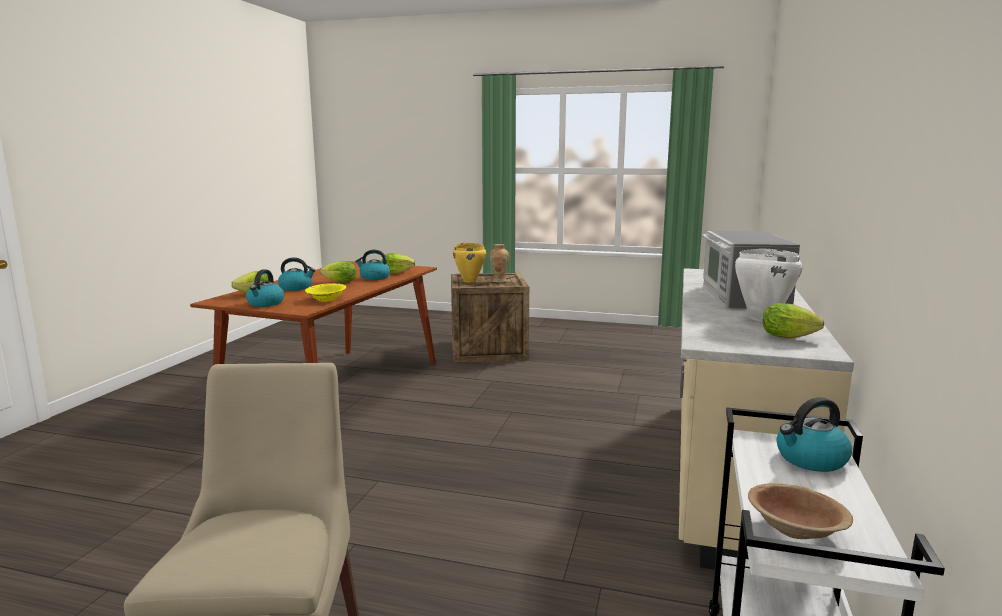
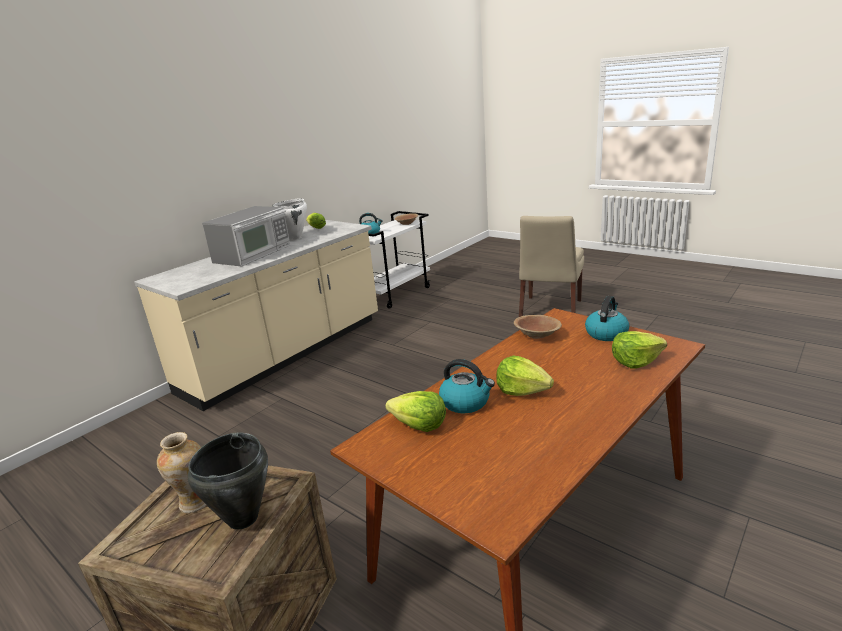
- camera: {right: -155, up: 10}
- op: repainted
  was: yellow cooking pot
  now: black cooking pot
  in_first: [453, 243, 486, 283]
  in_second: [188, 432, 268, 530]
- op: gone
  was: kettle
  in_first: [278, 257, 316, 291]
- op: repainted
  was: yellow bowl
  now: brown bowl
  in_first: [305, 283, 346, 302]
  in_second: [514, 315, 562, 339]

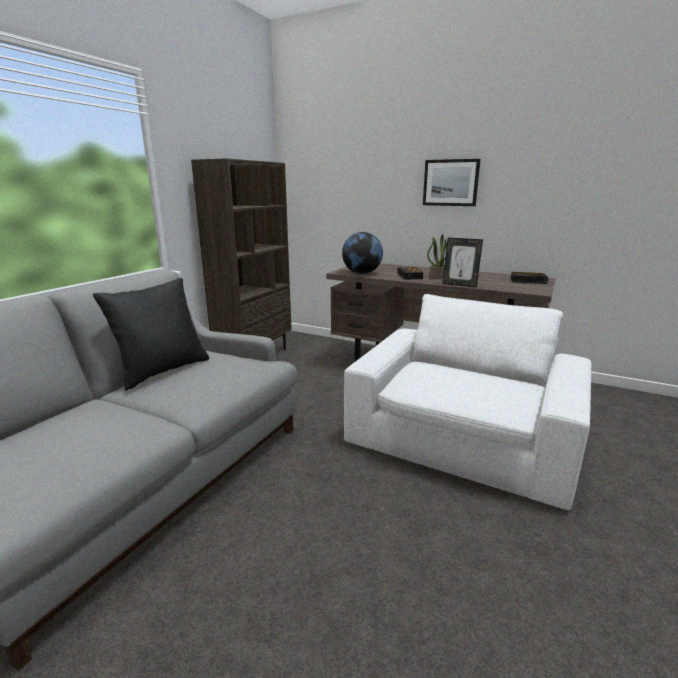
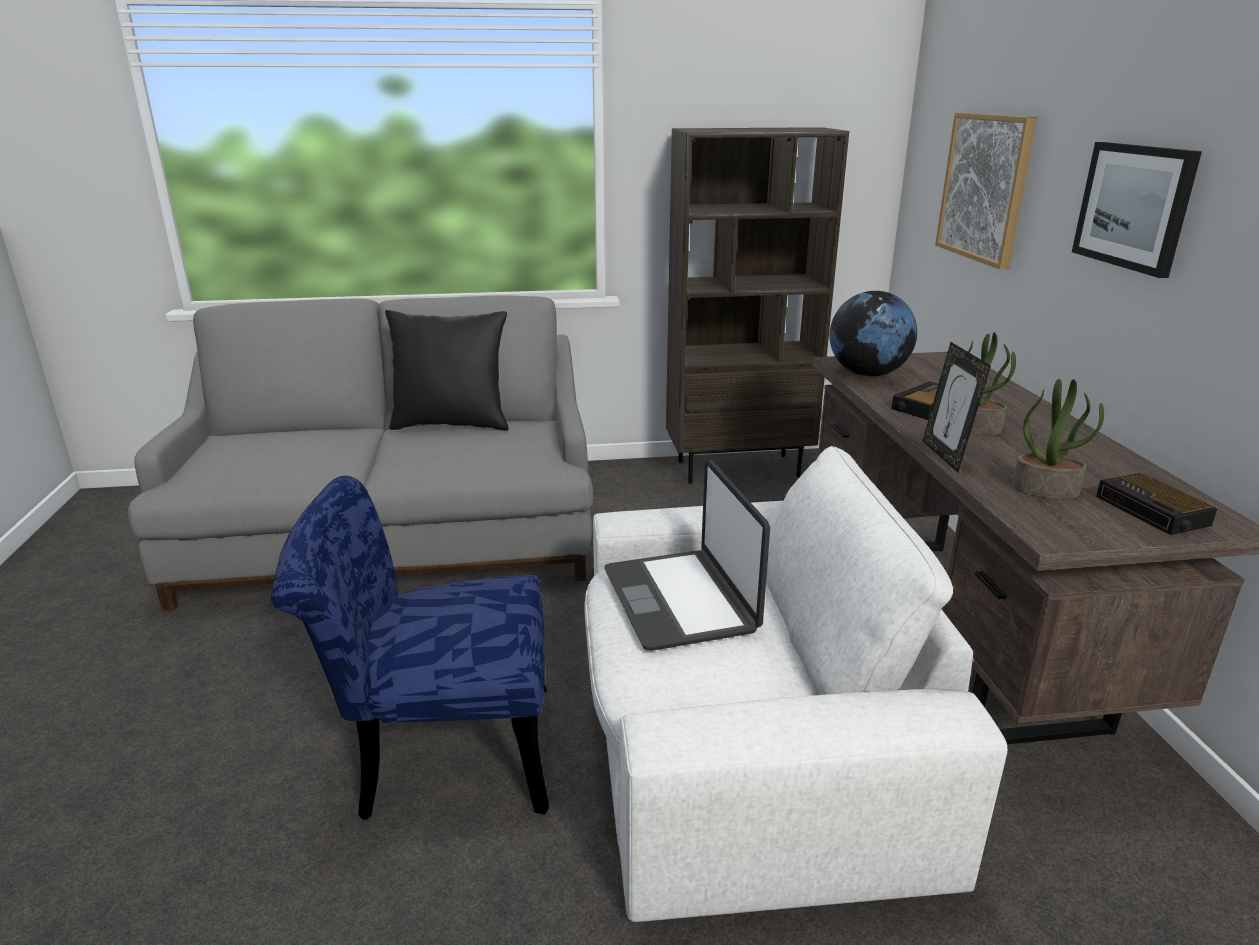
- camera: {right: 55, up: 5}
- op: new
  now: picture
  in_second: [935, 112, 1037, 270]
- op: new
  now: potted plant
  in_second: [1012, 379, 1104, 499]
- op: new
  now: laptop
  in_second: [604, 459, 770, 651]
- op: new
  now: blue chair
  in_second: [271, 475, 549, 820]

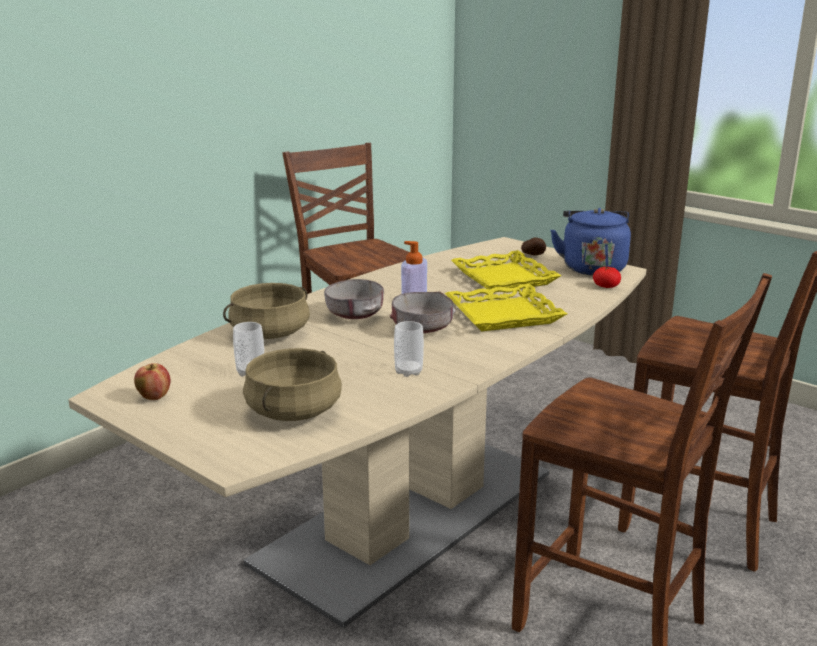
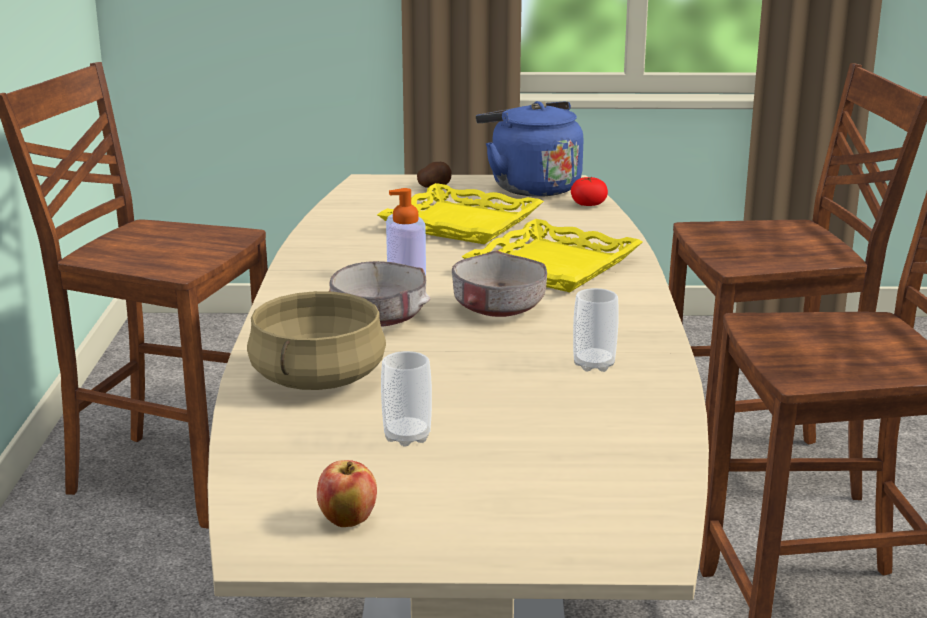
- camera: {right: -40, up: 0}
- op: gone
  was: beige cooking pot
  in_first: [243, 348, 342, 421]

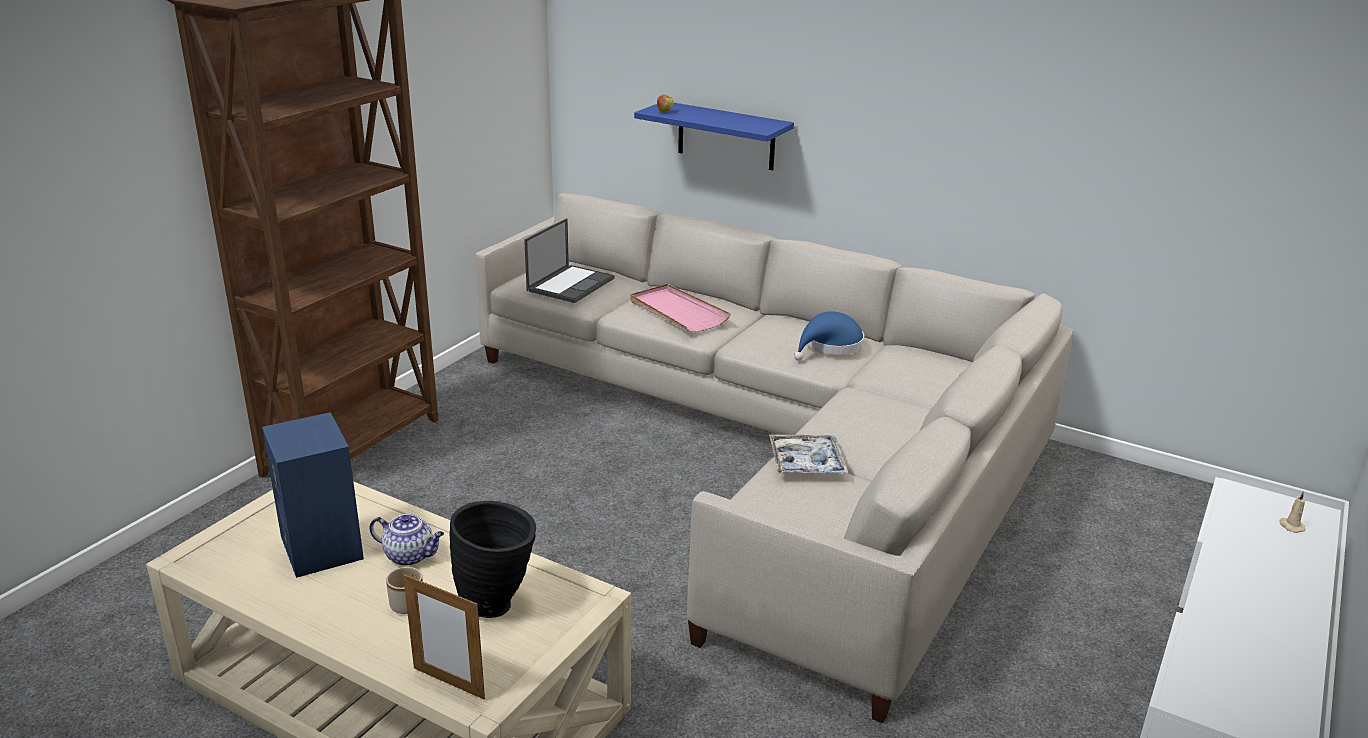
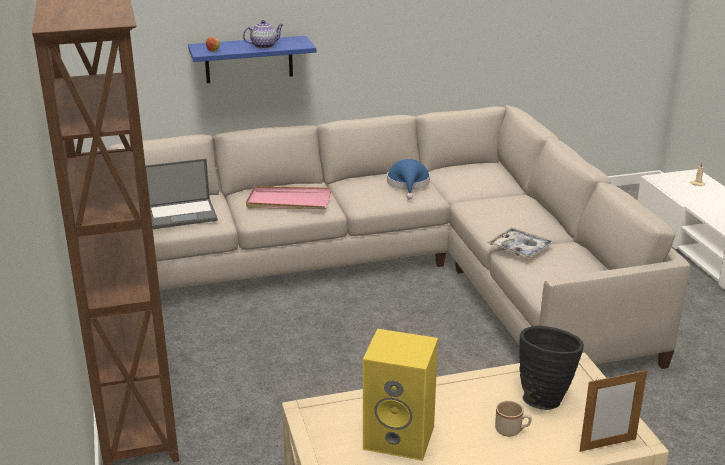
- camera: {right: -45, up: 0}
- op: rotated
  was: laptop
  in_first: [524, 218, 614, 303]
  in_second: [145, 159, 218, 229]
  clockwise: 90
- op: repainted
  was: blue speaker
  now: yellow speaker
  in_first: [262, 412, 364, 578]
  in_second: [363, 329, 438, 461]
- op: shifted
  was: teapot
  in_first: [370, 514, 444, 566]
  in_second: [243, 20, 284, 49]

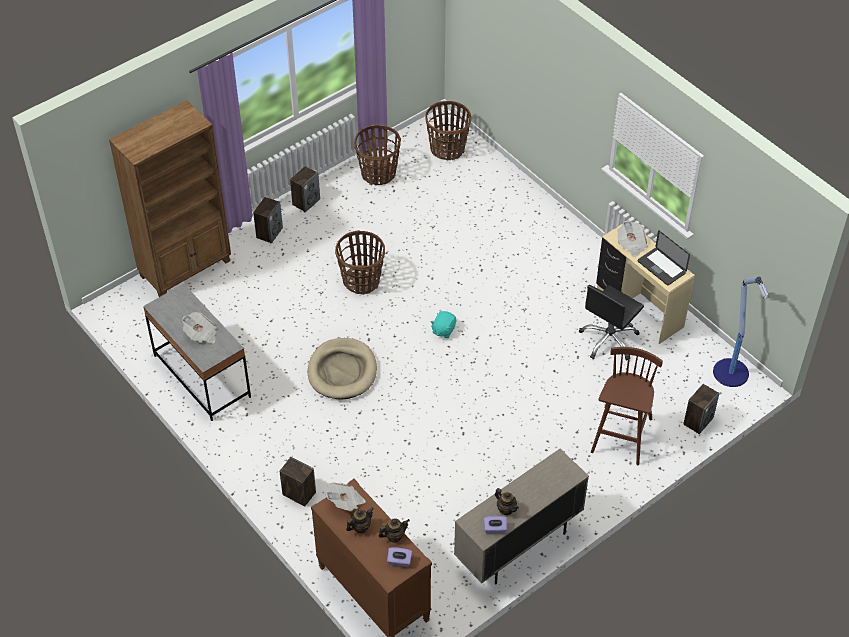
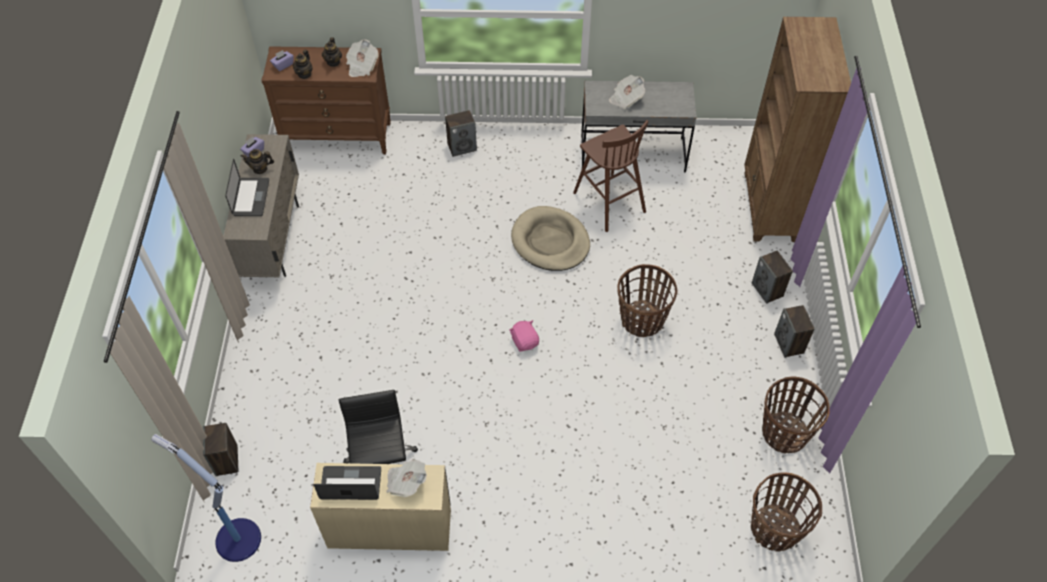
- camera: {right: 130, up: 5}
- op: repainted
  was: turquoise plush toy
  now: pink plush toy
  in_first: [430, 311, 456, 338]
  in_second: [509, 320, 539, 352]
- op: shifted
  was: brown stool
  in_first: [591, 347, 663, 465]
  in_second: [573, 120, 648, 232]
- op: new
  now: laptop
  in_second: [225, 159, 269, 216]

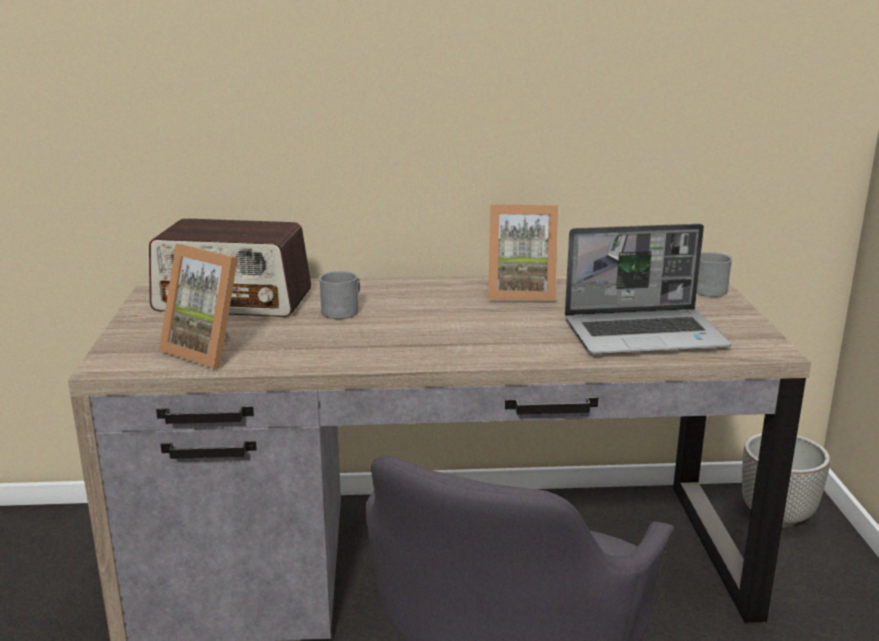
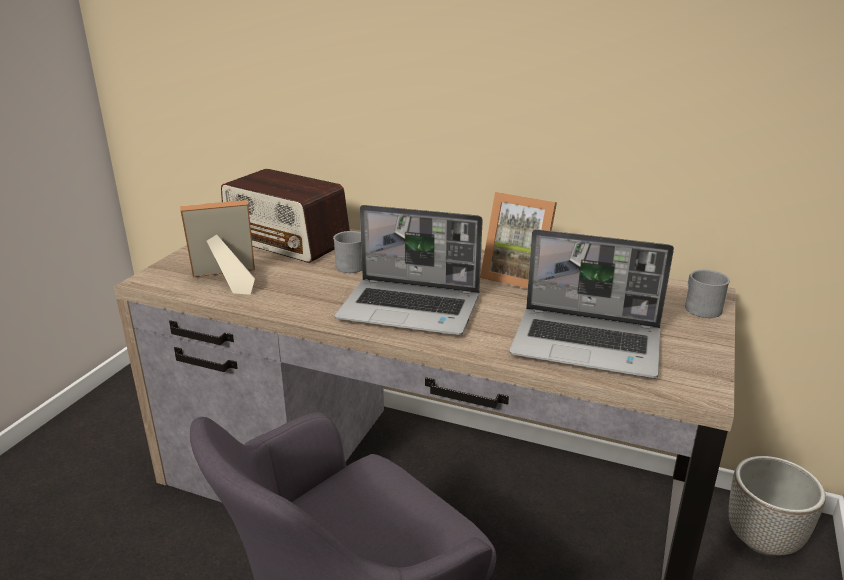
- camera: {right: 25, up: 5}
- op: rotated
  was: picture frame
  in_first: [159, 244, 238, 369]
  in_second: [180, 200, 255, 295]
  clockwise: 105
- op: new
  now: laptop
  in_second: [335, 205, 483, 335]

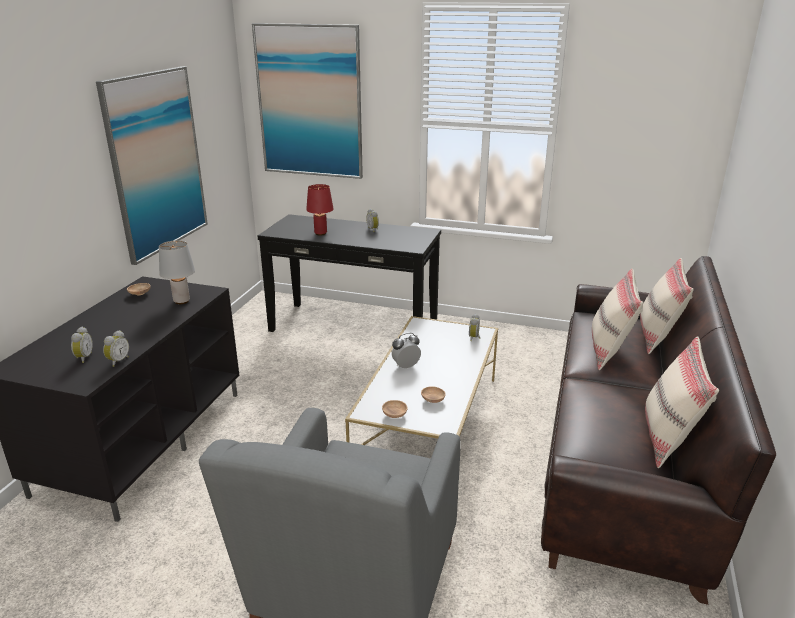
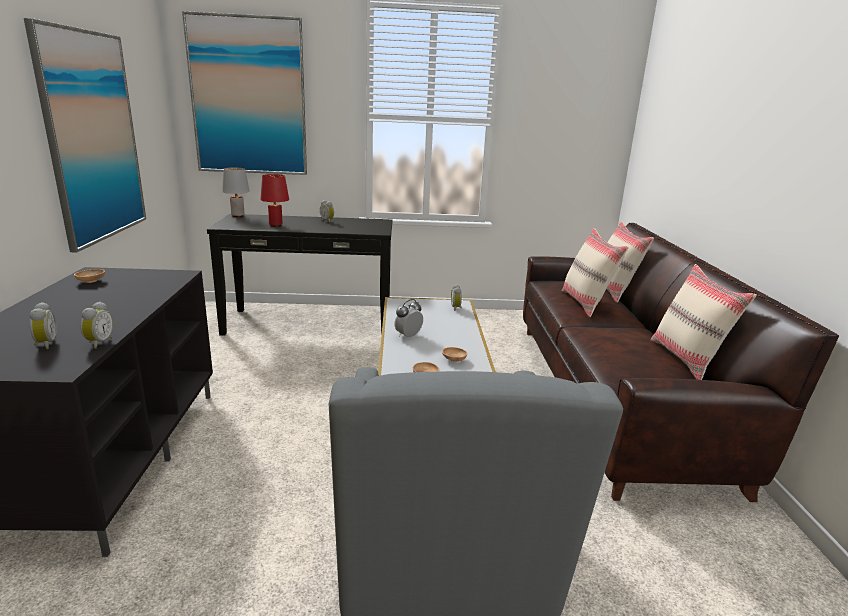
- camera: {right: -20, up: -5}
- op: shifted
  was: grey table lamp
  in_first: [159, 240, 195, 304]
  in_second: [222, 168, 250, 217]

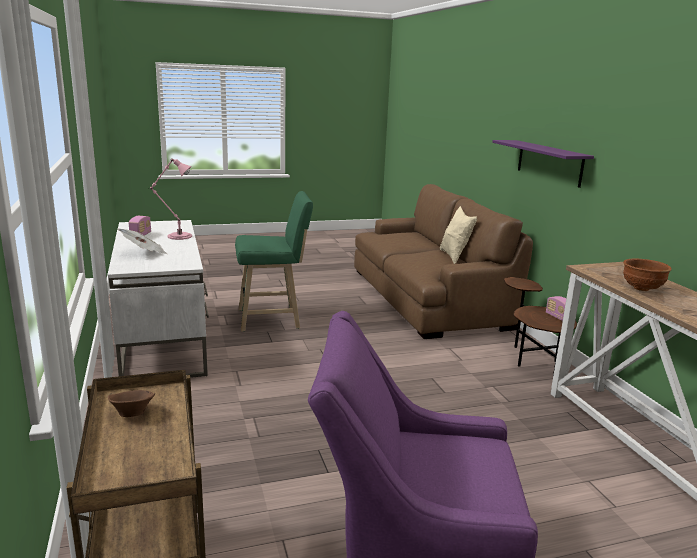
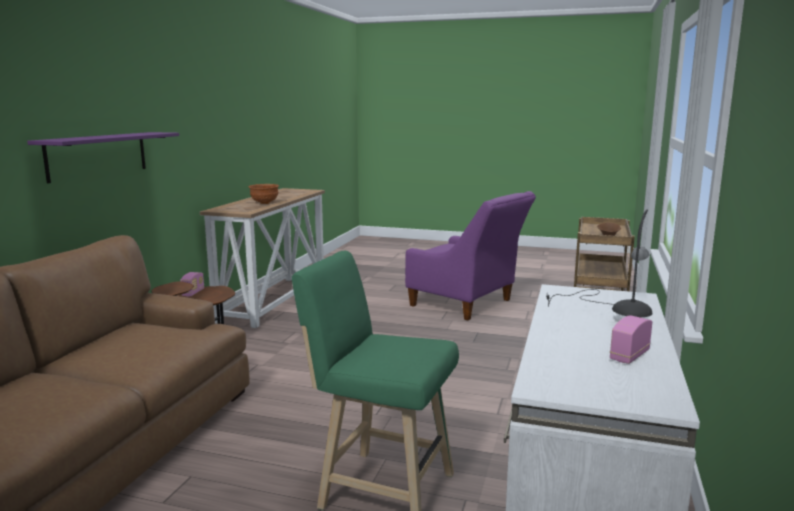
- camera: {right: -145, up: -5}
- op: gone
  was: pink table lamp
  in_first: [150, 158, 192, 240]
- op: gone
  was: beige pillow
  in_first: [440, 206, 477, 264]
- op: swapped
  was: newspaper
  now: grey table lamp
  in_first: [118, 229, 167, 254]
  in_second: [546, 209, 653, 317]

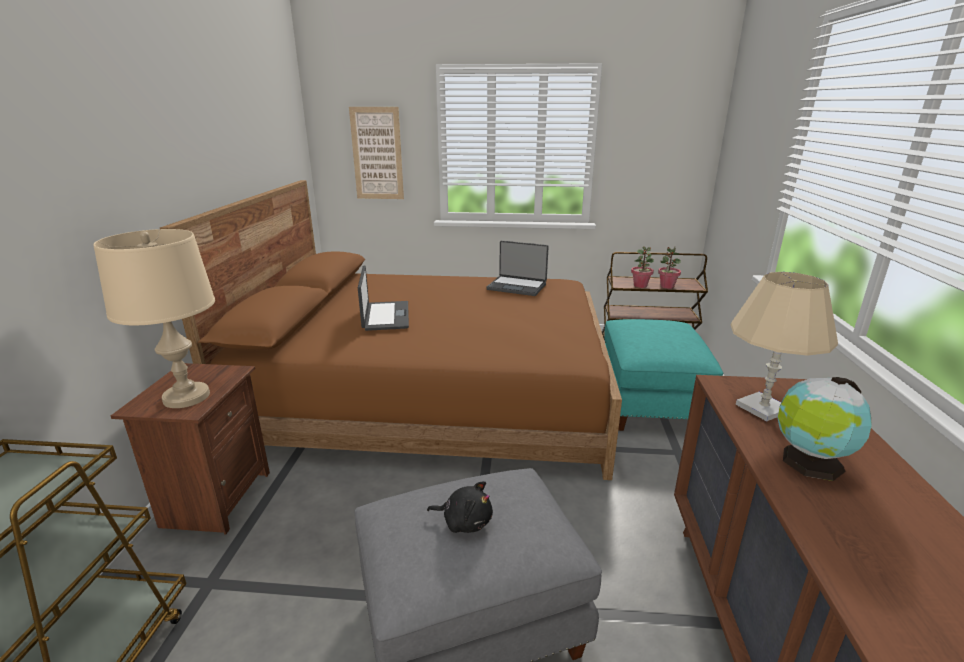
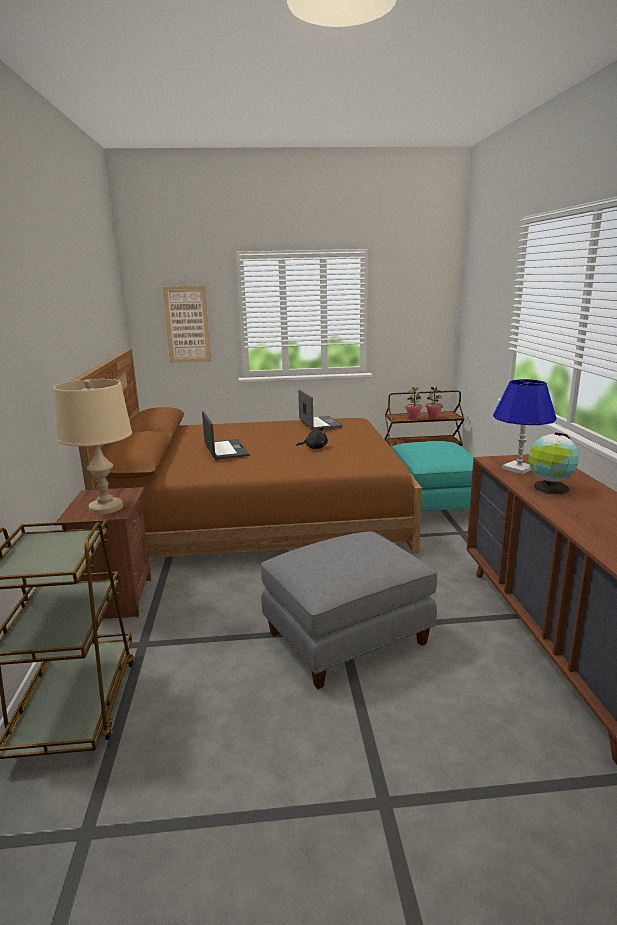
- camera: {right: -10, up: -5}
- op: rotated
  was: laptop
  in_first: [486, 241, 549, 296]
  in_second: [298, 390, 343, 430]
  clockwise: -120
- op: repainted
  was: beige table lamp
  now: blue table lamp
  in_first: [731, 272, 838, 421]
  in_second: [493, 379, 557, 474]
- op: shifted
  was: black plush toy
  in_first: [427, 481, 493, 533]
  in_second: [296, 427, 328, 449]

